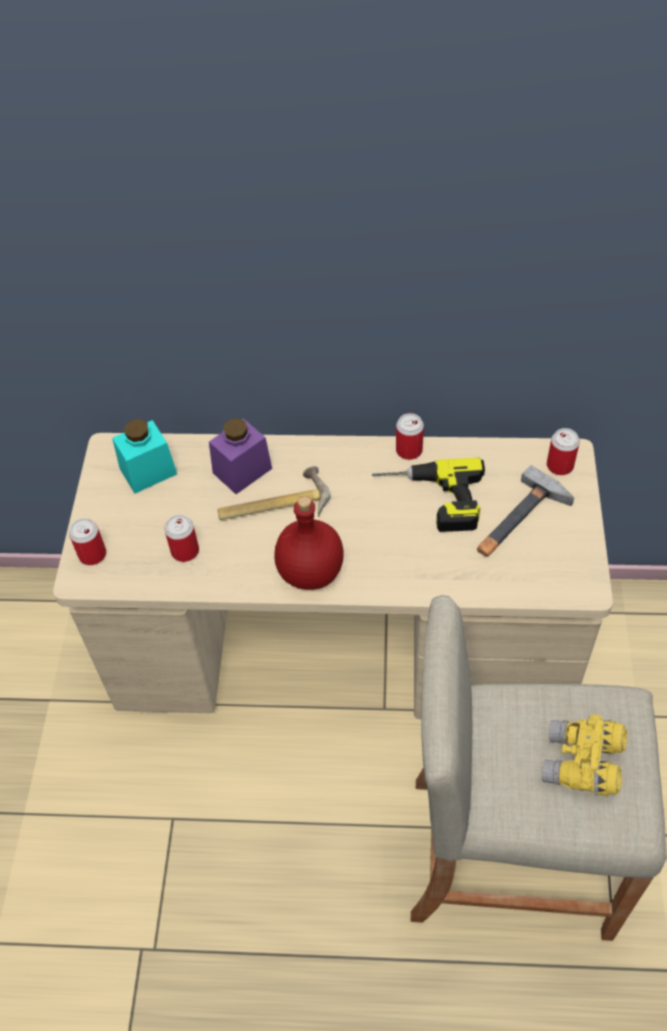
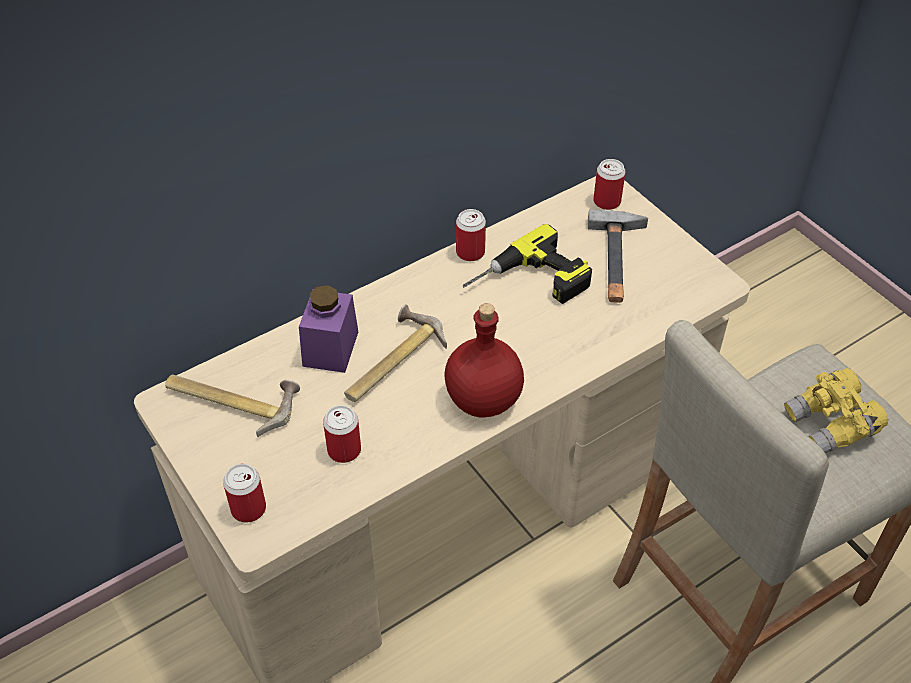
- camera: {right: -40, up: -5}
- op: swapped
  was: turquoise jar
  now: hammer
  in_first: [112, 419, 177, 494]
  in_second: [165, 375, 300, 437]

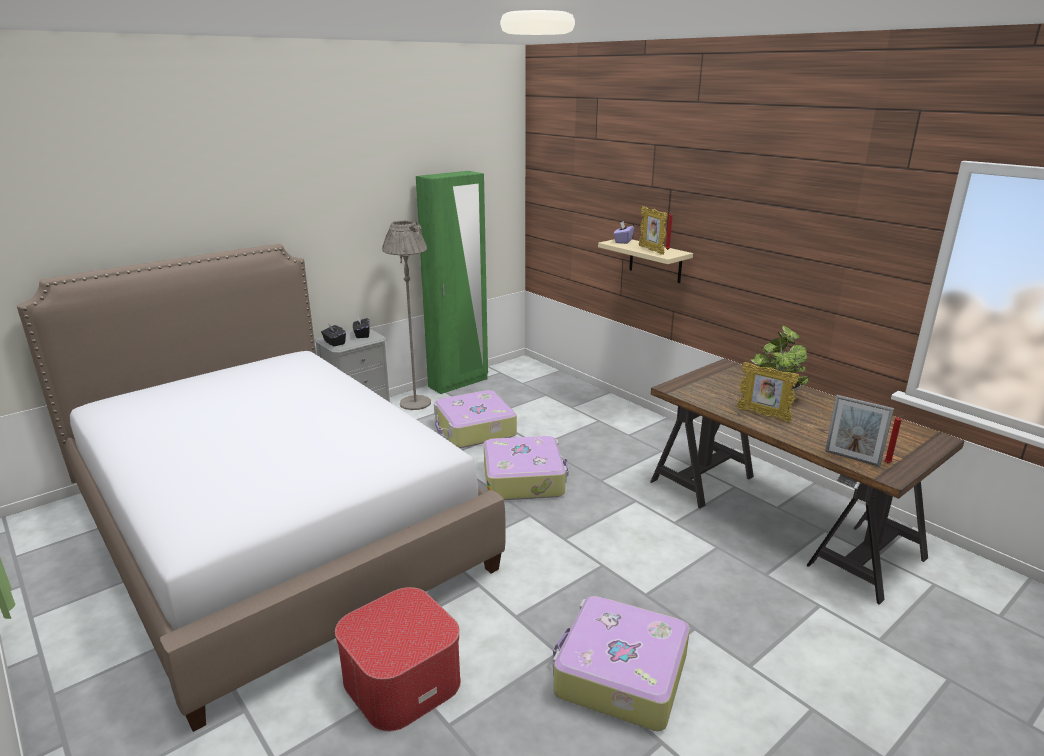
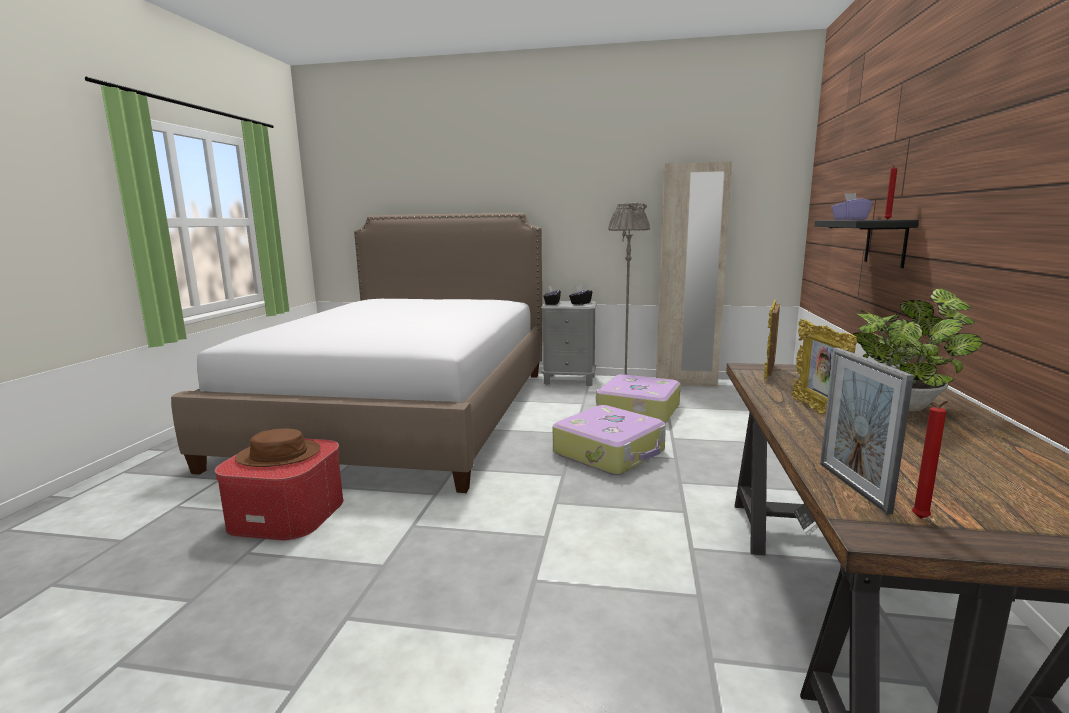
- camera: {right: 50, up: -10}
- op: repainted
  was: green wardrobe
  now: beige wardrobe
  in_first: [416, 171, 488, 394]
  in_second: [656, 161, 732, 387]
- op: shifted
  was: picture frame
  in_first: [639, 206, 667, 255]
  in_second: [764, 300, 780, 381]
- op: repainted
  was: beige shelf
  now: black shelf
  in_first: [598, 239, 693, 283]
  in_second: [814, 220, 919, 268]
- op: gone
  was: suitcase
  in_first: [553, 596, 690, 731]
- op: new
  now: brown hat
  in_second: [235, 429, 321, 467]

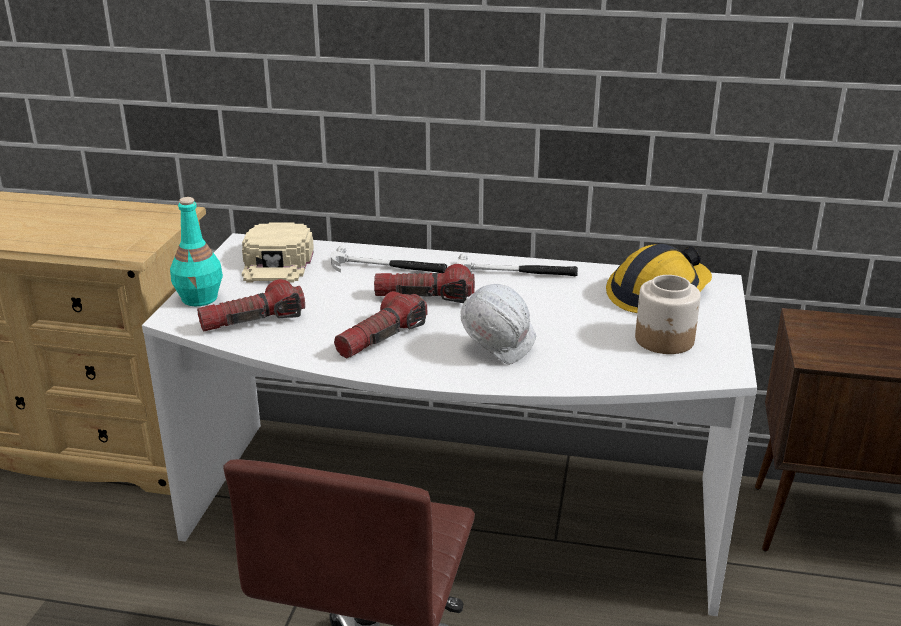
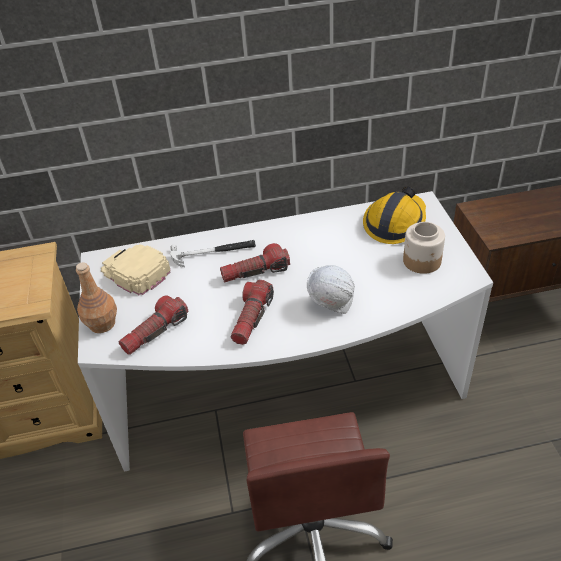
- camera: {right: -20, up: 15}
- op: repainted
  was: turquoise bottle
  now: brown bottle
  in_first: [170, 197, 223, 306]
  in_second: [76, 262, 117, 333]
- op: rotated
  was: beige cap
  in_first: [242, 223, 314, 283]
  in_second: [101, 244, 171, 295]
  clockwise: 150
- op: gone
  was: hammer
  in_first: [456, 254, 578, 276]

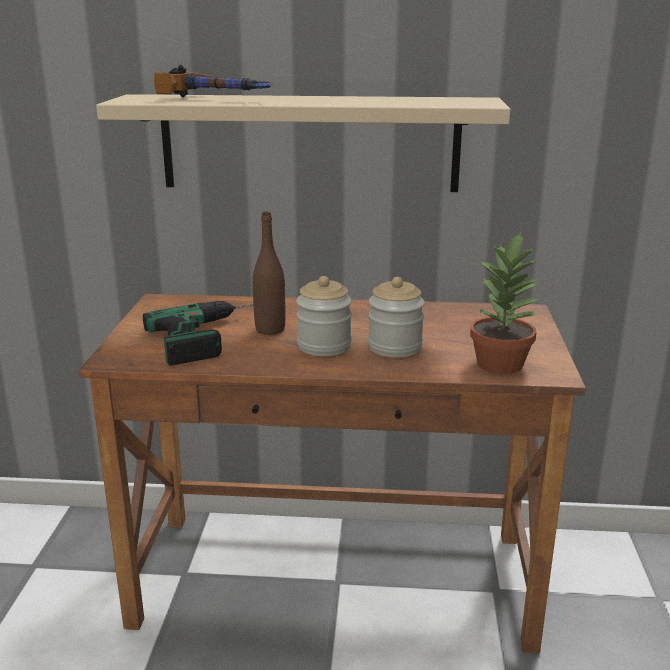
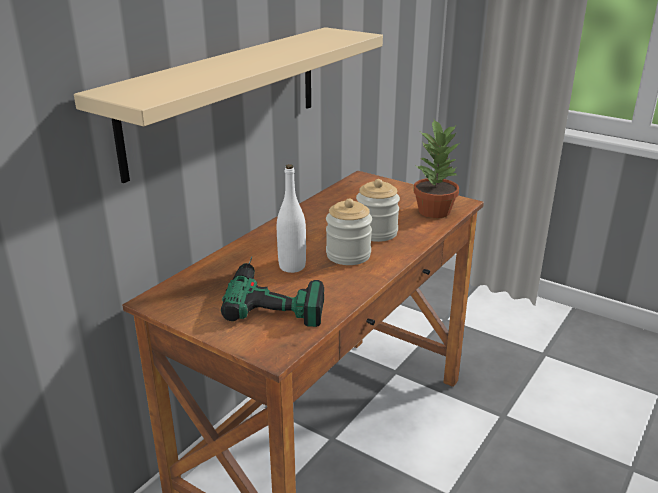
- camera: {right: -60, up: 5}
- op: gone
  was: hammer
  in_first: [154, 65, 272, 98]
- op: repainted
  was: brown bottle
  now: white bottle
  in_first: [253, 212, 286, 335]
  in_second: [277, 164, 306, 273]

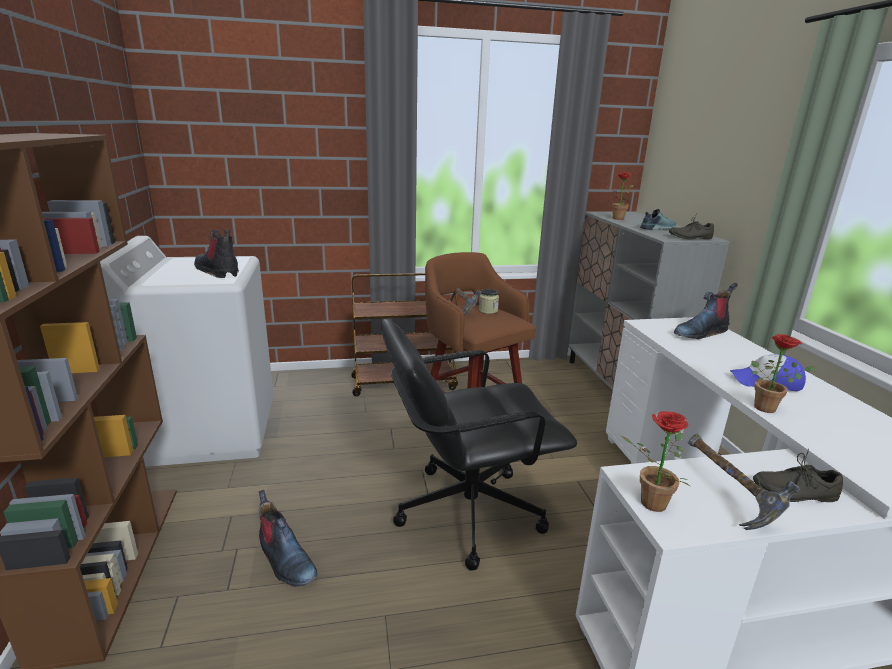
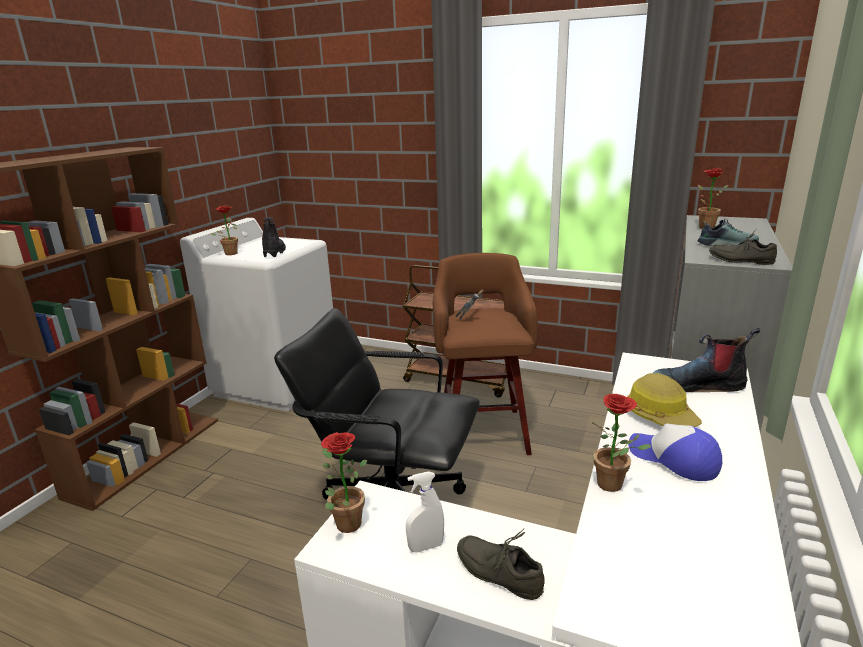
- camera: {right: 35, up: 0}
- op: gone
  was: jar
  in_first: [479, 289, 499, 314]
- op: swapped
  was: hammer
  now: white spray bottle
  in_first: [688, 434, 801, 530]
  in_second: [406, 471, 444, 553]
- op: gone
  was: boot
  in_first: [259, 490, 317, 587]
- op: new
  now: potted plant
  in_second: [211, 205, 238, 255]
- op: new
  now: hard hat
  in_second: [627, 373, 702, 427]

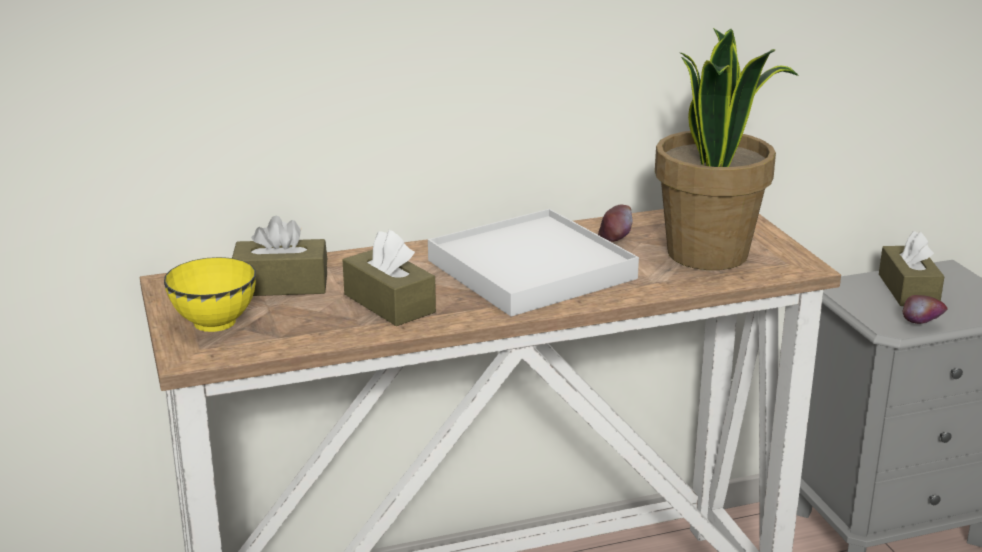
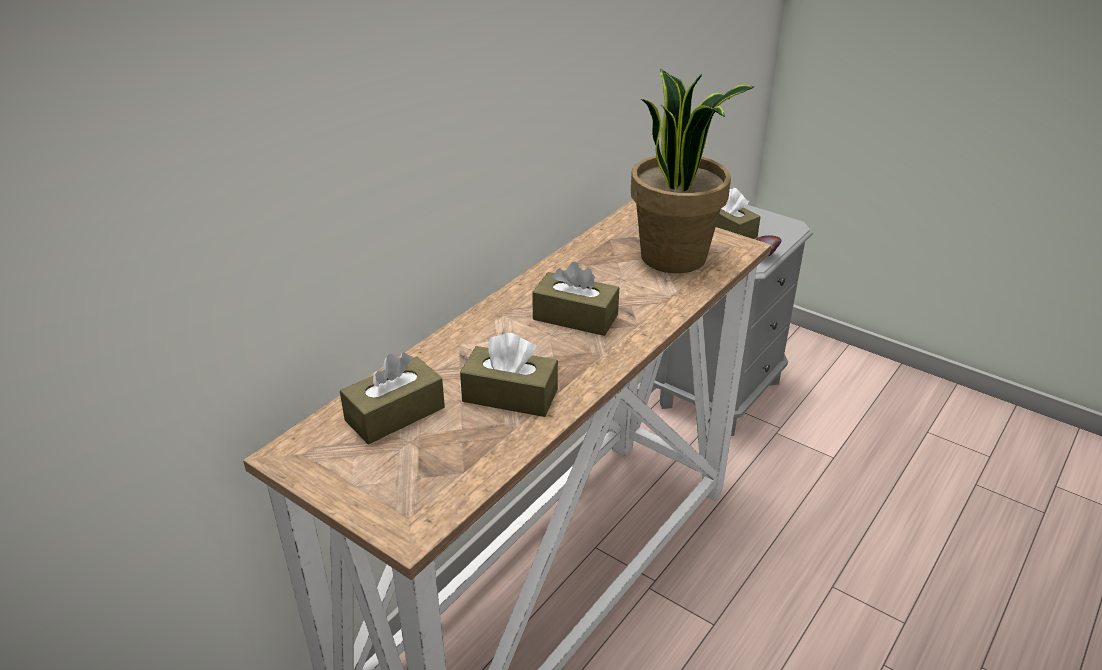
- camera: {right: -35, up: 10}
- op: gone
  was: apple
  in_first: [598, 205, 633, 242]
- op: swapped
  was: white tray
  now: brown tissue box
  in_first: [428, 209, 639, 317]
  in_second: [532, 262, 619, 336]
- op: gone
  was: yellow bowl
  in_first: [164, 257, 256, 332]

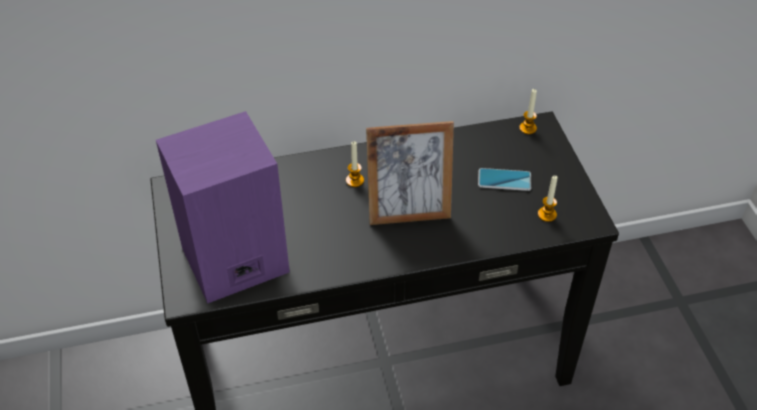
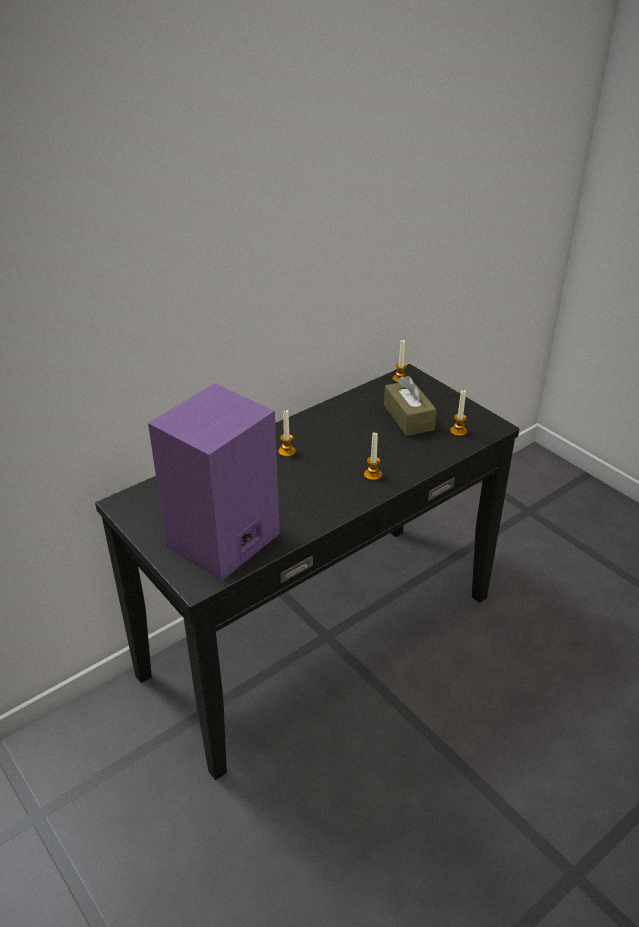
- camera: {right: -25, up: -10}
- op: gone
  was: picture frame
  in_first: [366, 121, 454, 225]
- op: swapped
  was: phone
  now: brown tissue box
  in_first: [478, 168, 531, 191]
  in_second: [384, 376, 437, 436]
- op: new
  now: candle
  in_second: [364, 432, 382, 480]

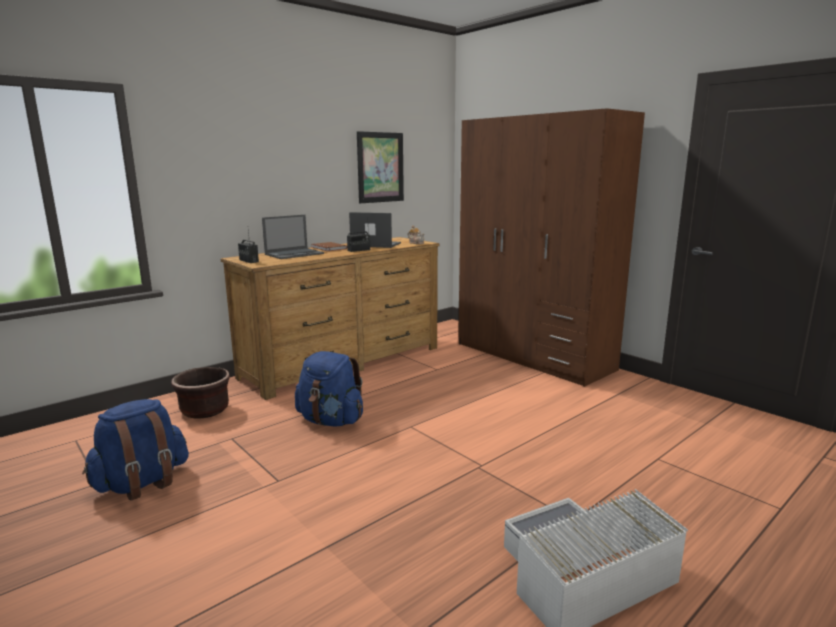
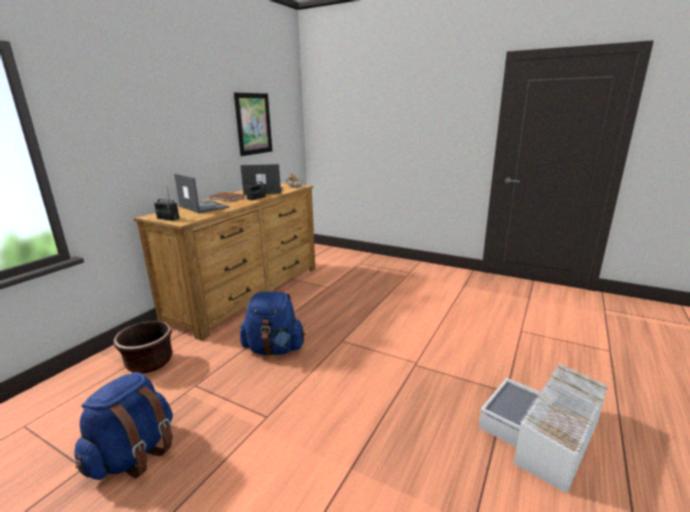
- camera: {right: -20, up: 5}
- op: gone
  was: brown wardrobe
  in_first: [458, 108, 645, 387]
- op: rotated
  was: laptop
  in_first: [262, 215, 324, 259]
  in_second: [174, 174, 229, 213]
  clockwise: -75

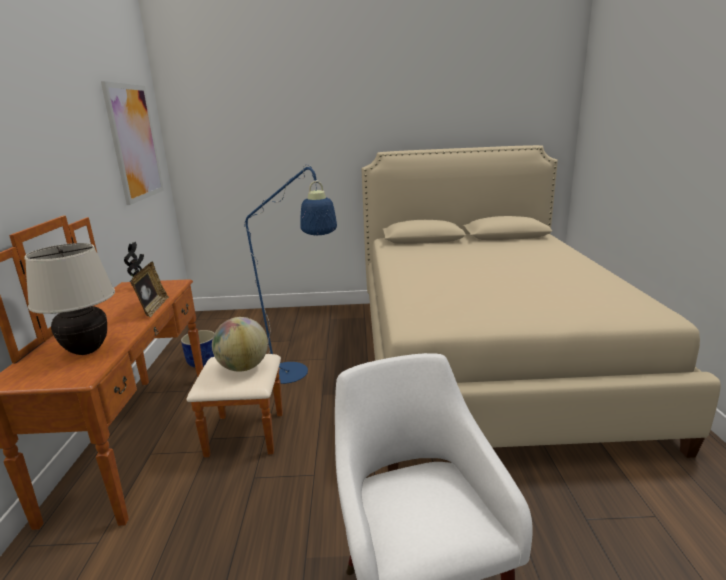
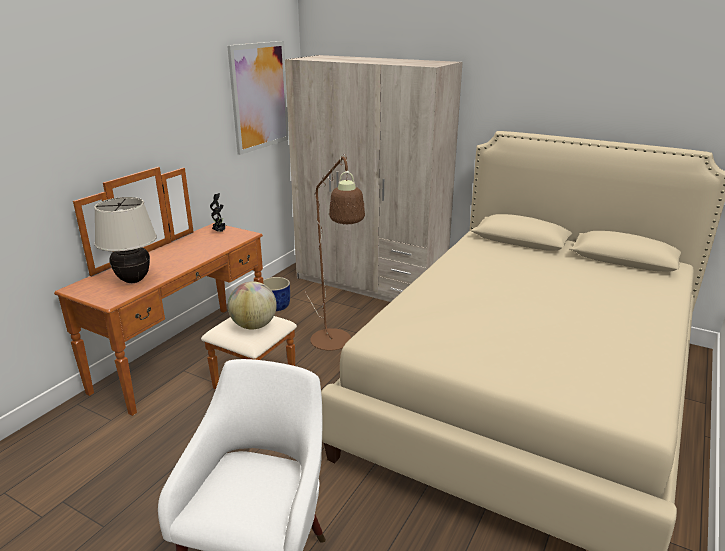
- camera: {right: 30, up: 5}
- op: repainted
  was: blue floor lamp
  now: brown floor lamp
  in_first: [244, 165, 337, 384]
  in_second: [305, 154, 365, 351]
- op: gone
  was: picture frame
  in_first: [131, 262, 169, 317]
- op: new
  now: beige wardrobe
  in_second: [285, 55, 463, 302]

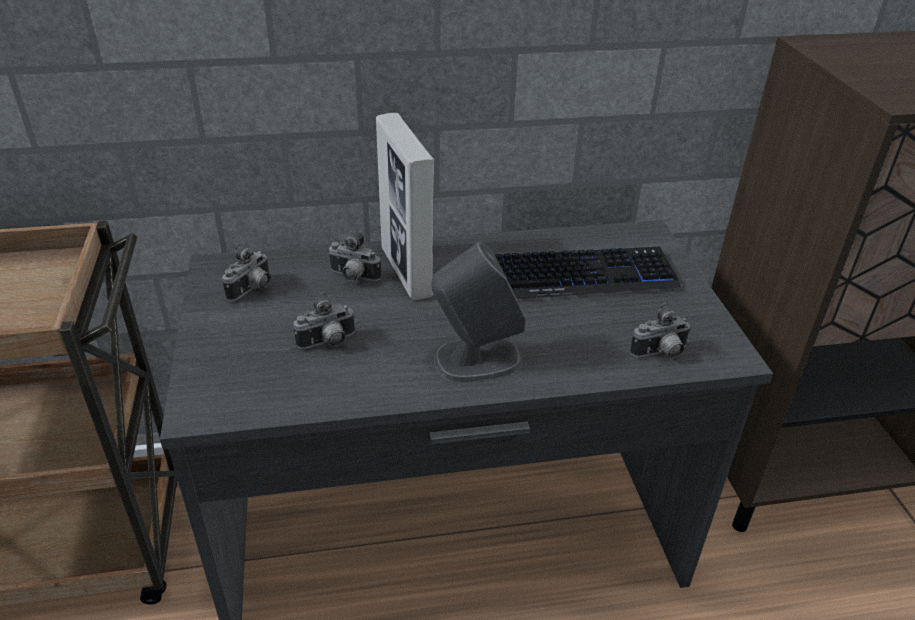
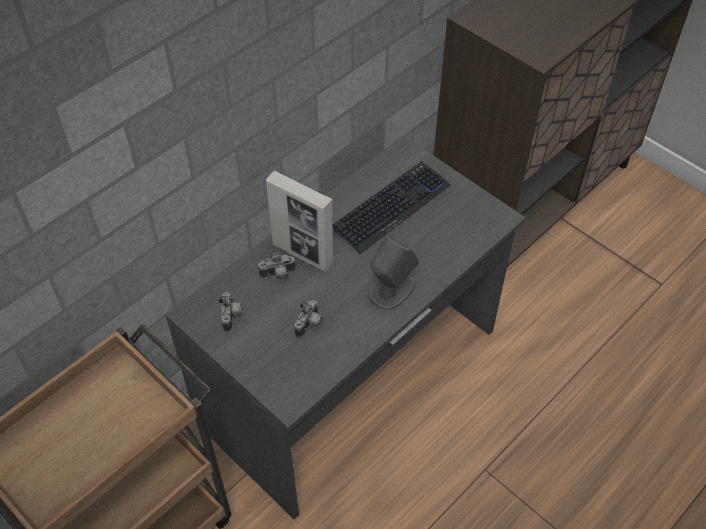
- camera: {right: -35, up: 15}
- op: gone
  was: photo camera
  in_first: [630, 303, 691, 358]

